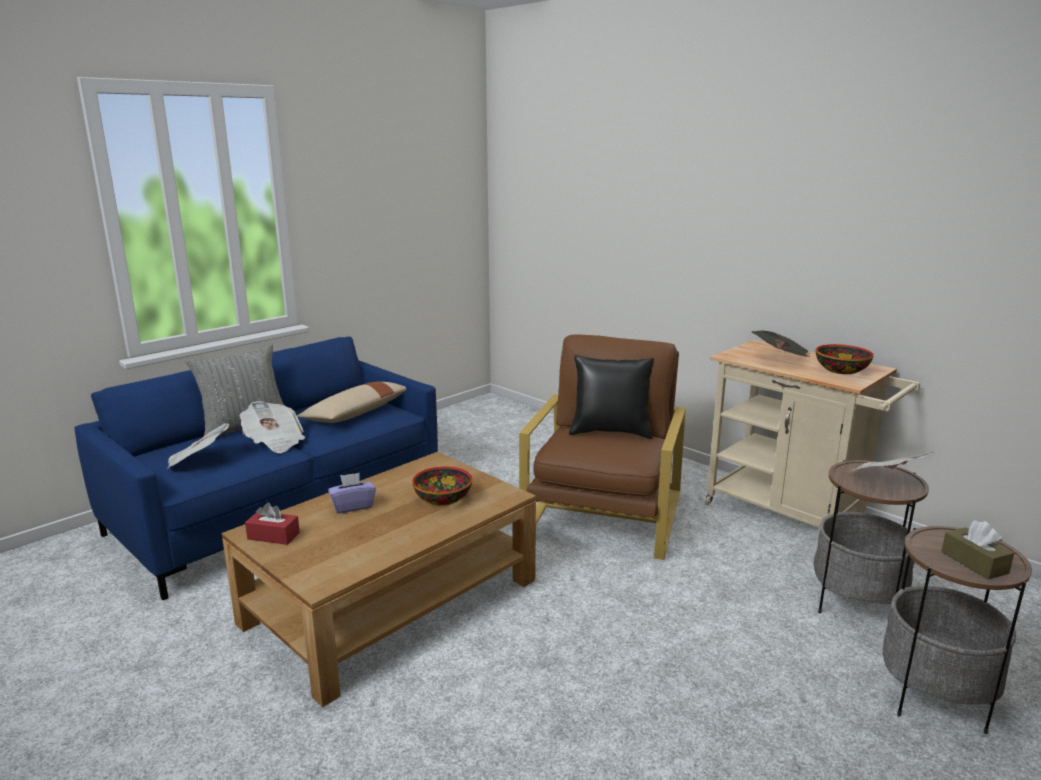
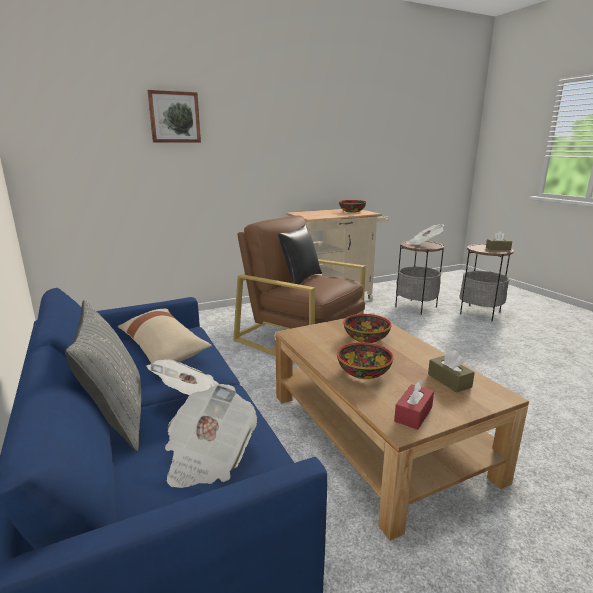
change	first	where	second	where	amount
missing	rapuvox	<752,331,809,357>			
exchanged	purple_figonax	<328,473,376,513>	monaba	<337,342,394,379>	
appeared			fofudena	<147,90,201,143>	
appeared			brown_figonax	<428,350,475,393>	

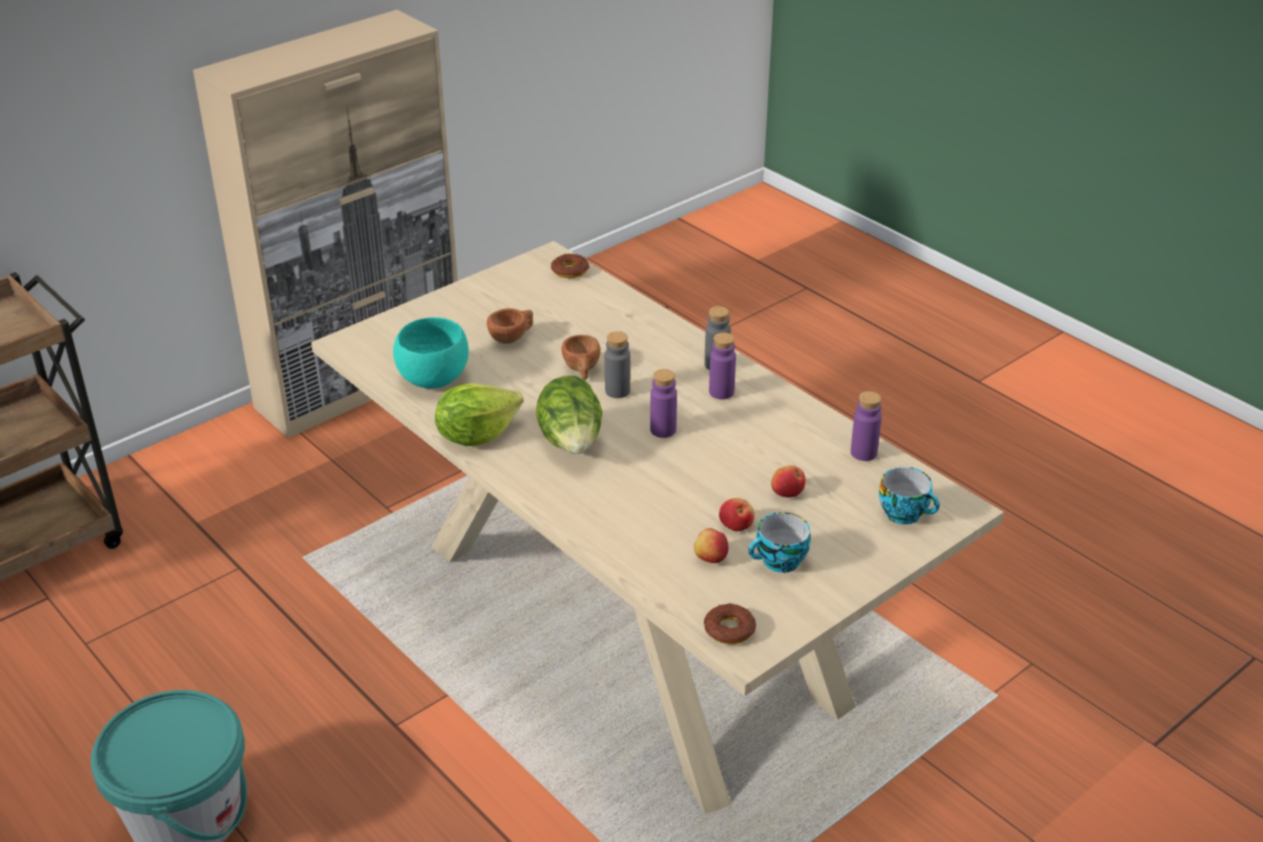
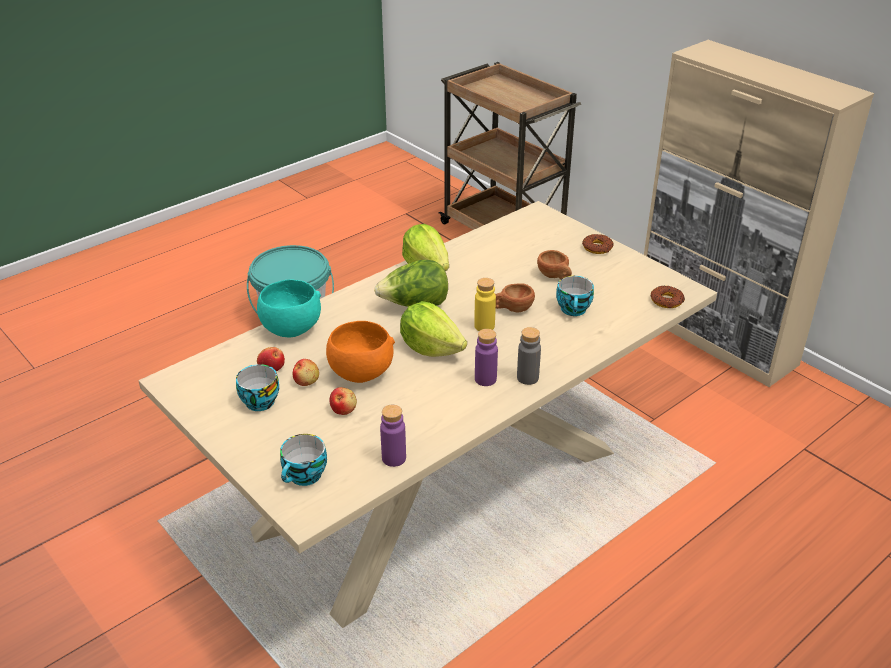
change	first	where	second	where	amount
relocated	turquoise_monaba	<393,317,469,389>		<257,279,321,338>	
colour	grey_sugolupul	<605,331,630,398>	yellow_sugolupul	<474,278,496,331>	
exchanged	purple_sugolupul	<650,369,677,438>	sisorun	<400,301,467,357>	
relocated	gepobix	<704,603,756,644>		<582,234,613,254>	
appeared			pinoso	<556,276,594,316>	
appeared			orange_monaba	<326,321,395,383>	

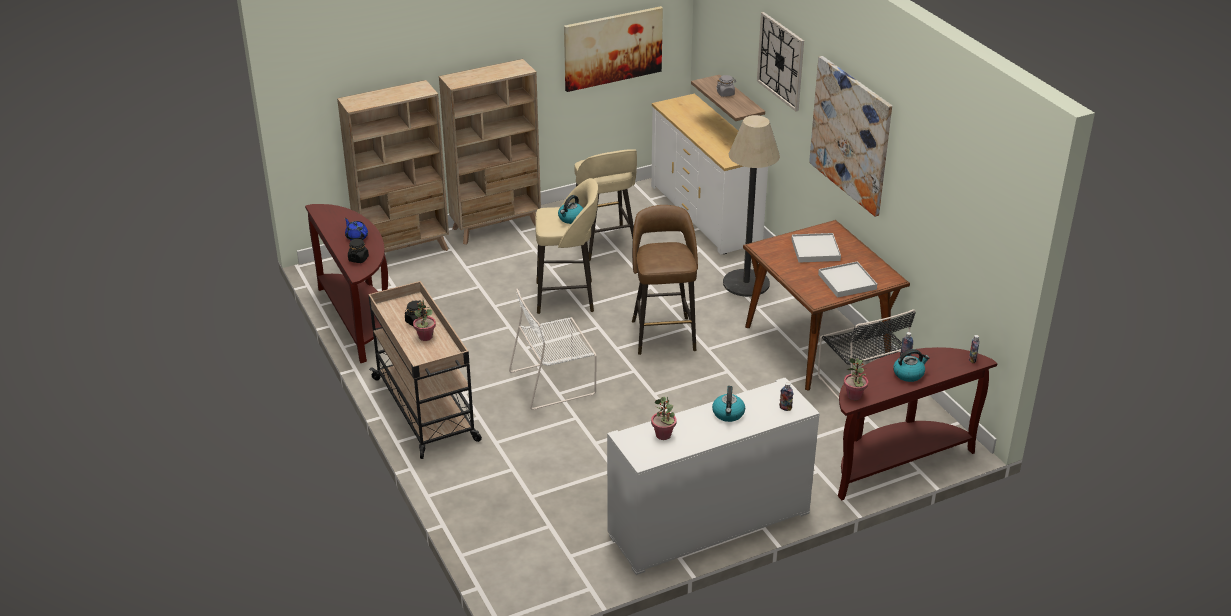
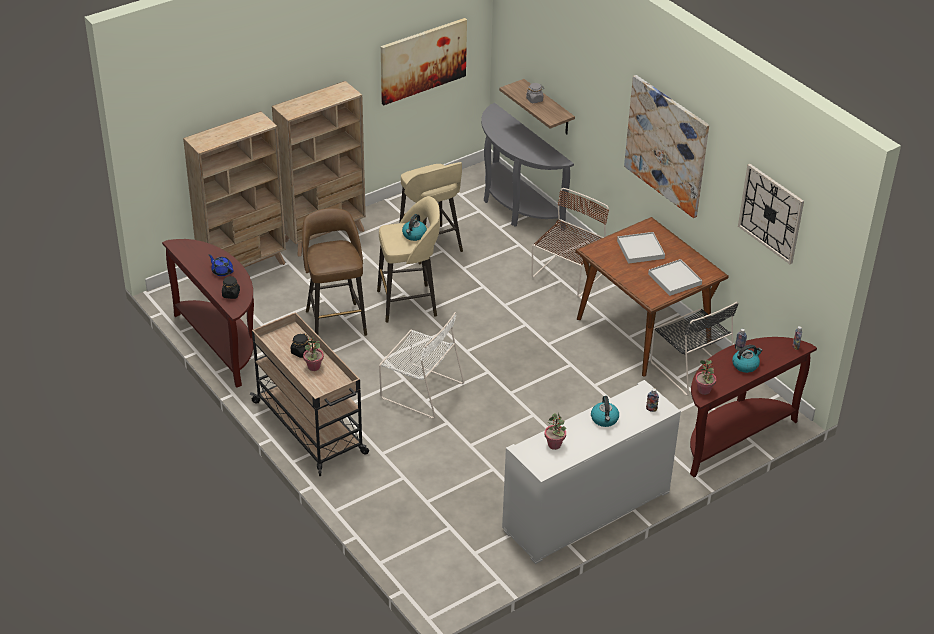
change	first	where	second	where	amount
relocated	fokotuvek	<757,12,804,112>		<738,164,804,264>	
exchanged	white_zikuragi	<651,94,768,255>	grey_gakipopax	<481,103,574,232>	
exchanged	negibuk	<723,115,780,297>	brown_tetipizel	<531,188,609,298>	
relocated	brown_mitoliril	<632,205,698,355>		<302,208,367,336>	
spun	white_tetipizel	<509,289,596,410>		<379,312,464,419>	120 degrees counterclockwise

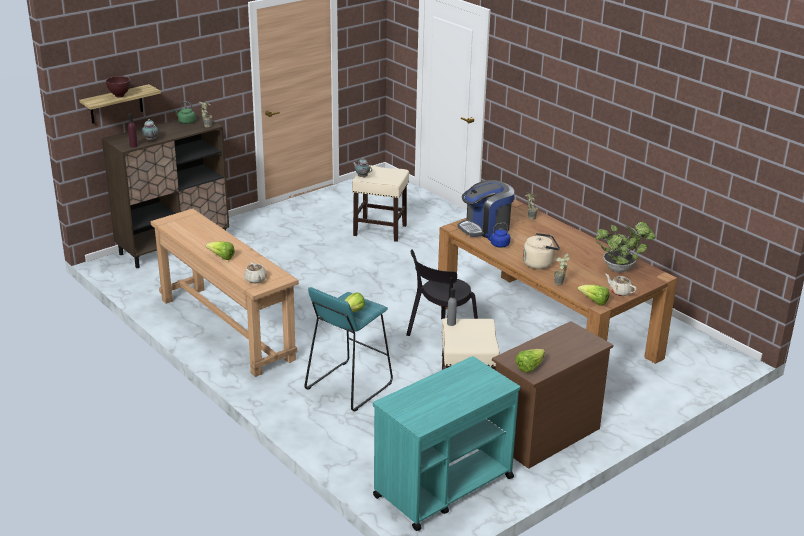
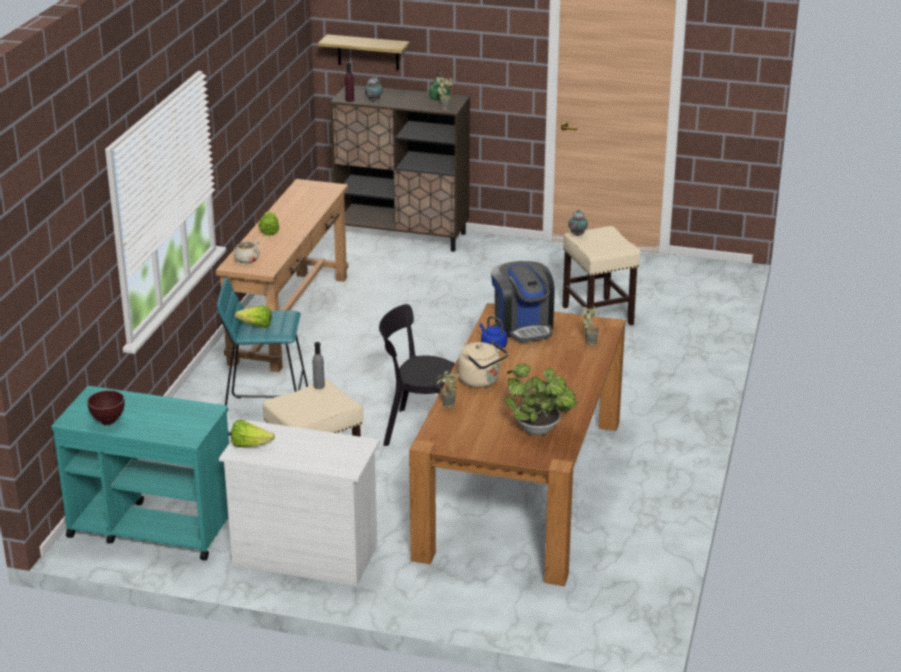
change	first	where	second	where	amount
relocated	brown_monaba	<106,76,130,98>		<87,390,125,425>	
spun	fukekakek	<458,180,514,238>		<491,261,555,343>	135 degrees counterclockwise
missing	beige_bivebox	<606,274,637,296>			
missing	sisorun	<578,285,609,306>			
colour	brown_zikuragi	<492,321,613,469>	white_zikuragi	<219,420,380,586>	

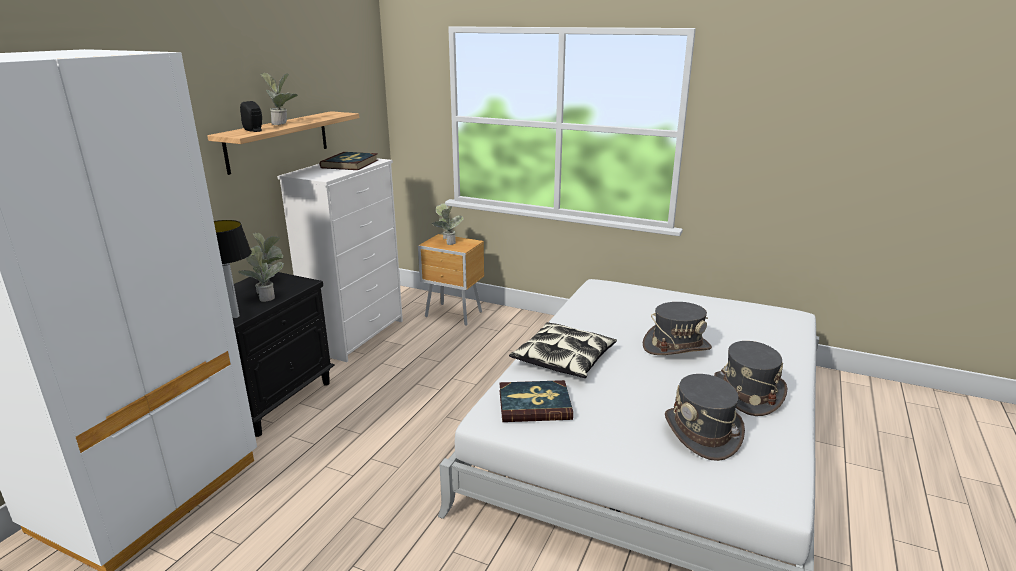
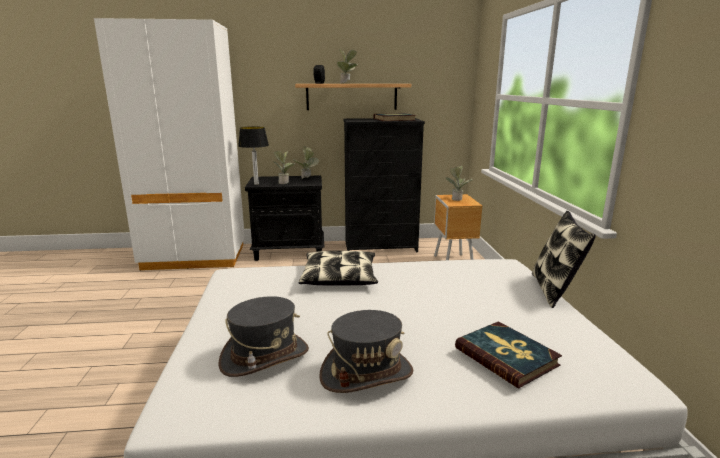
change	first	where	second	where	amount
colour	white_zikuragi	<277,158,403,362>	black_zikuragi	<343,118,425,252>	
missing	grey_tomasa	<643,302,712,355>			
relocated	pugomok	<499,380,573,422>		<455,321,562,388>	
appeared			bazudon	<532,211,596,308>	

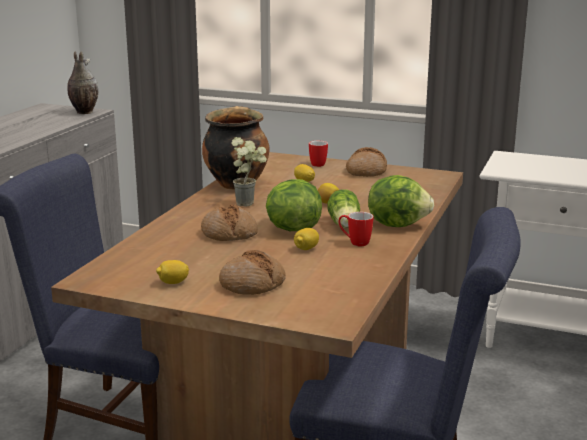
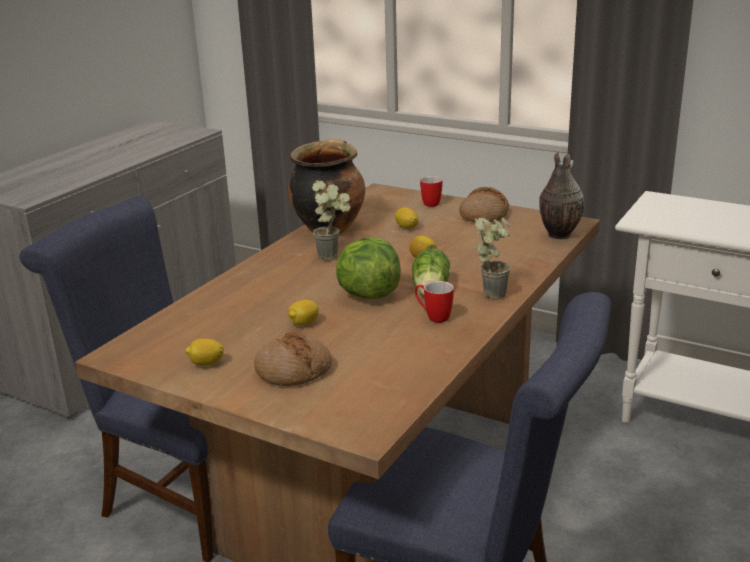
change	first	where	second	where	amount
relocated	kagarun	<67,51,98,114>		<539,152,584,239>	
exchanged	sisorun	<368,175,434,227>	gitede	<475,218,510,300>	
missing	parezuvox	<201,205,258,241>			
relocated	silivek	<294,228,319,250>		<288,300,319,326>	

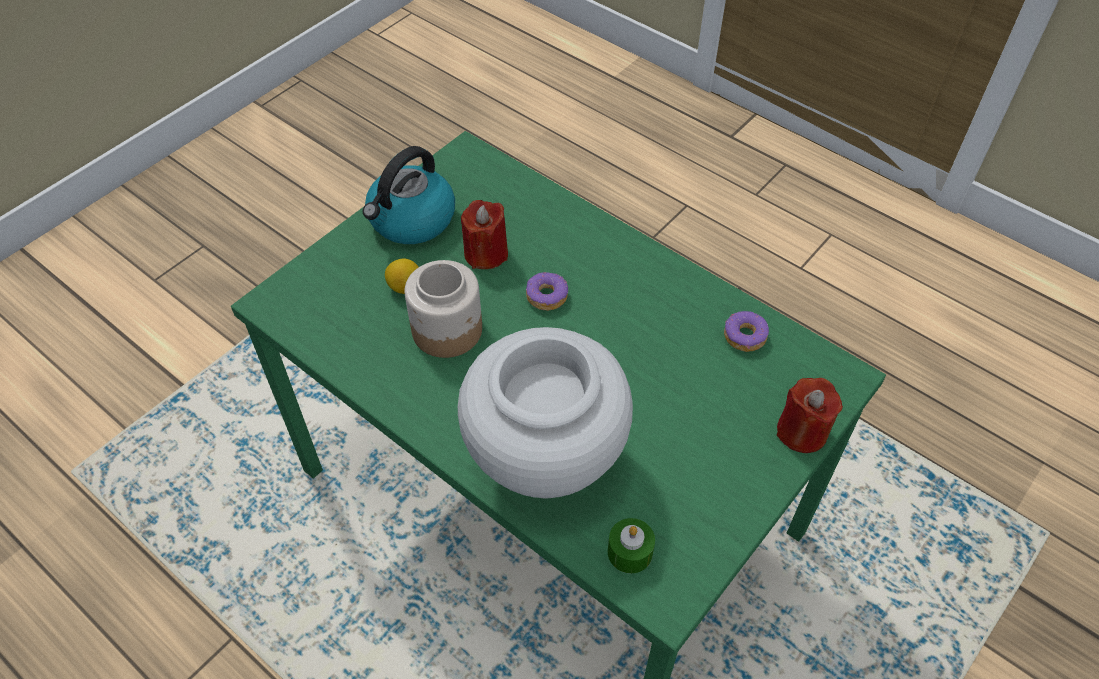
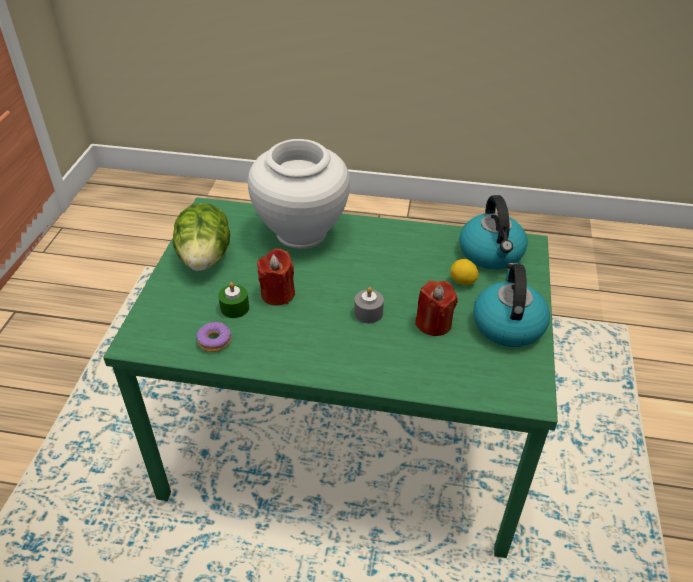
change	first	where	second	where	amount
missing	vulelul	<405,260,482,358>			
exchanged	gepobix	<526,272,568,311>	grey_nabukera	<354,287,384,323>	
relocated	red_nabukera	<776,378,843,453>		<257,249,295,305>	
relocated	green_nabukera	<608,518,655,573>		<218,282,249,318>	
appeared			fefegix	<459,195,528,269>	
appeared			sisorun	<173,203,230,271>	

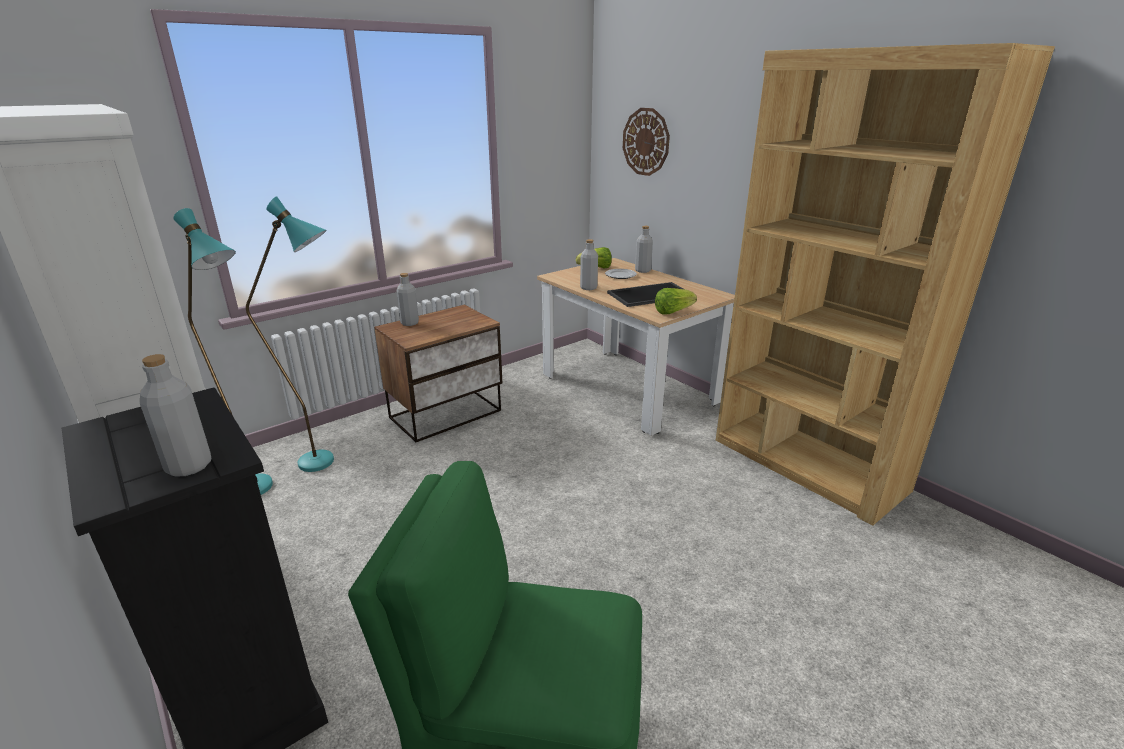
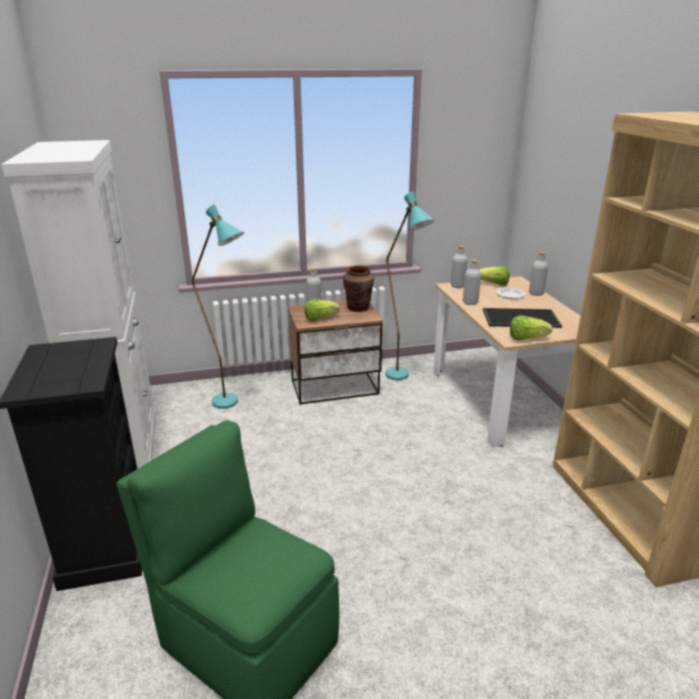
change	first	where	second	where	amount
missing	fokotuvek	<623,108,670,176>			
relocated	turquoise_negibuk	<173,208,273,495>		<385,192,435,380>	
relocated	grey_sugolupul	<140,354,211,476>		<450,245,468,288>	
appeared			brown_kagarun	<343,265,374,312>	
appeared			sisorun	<305,299,340,320>	

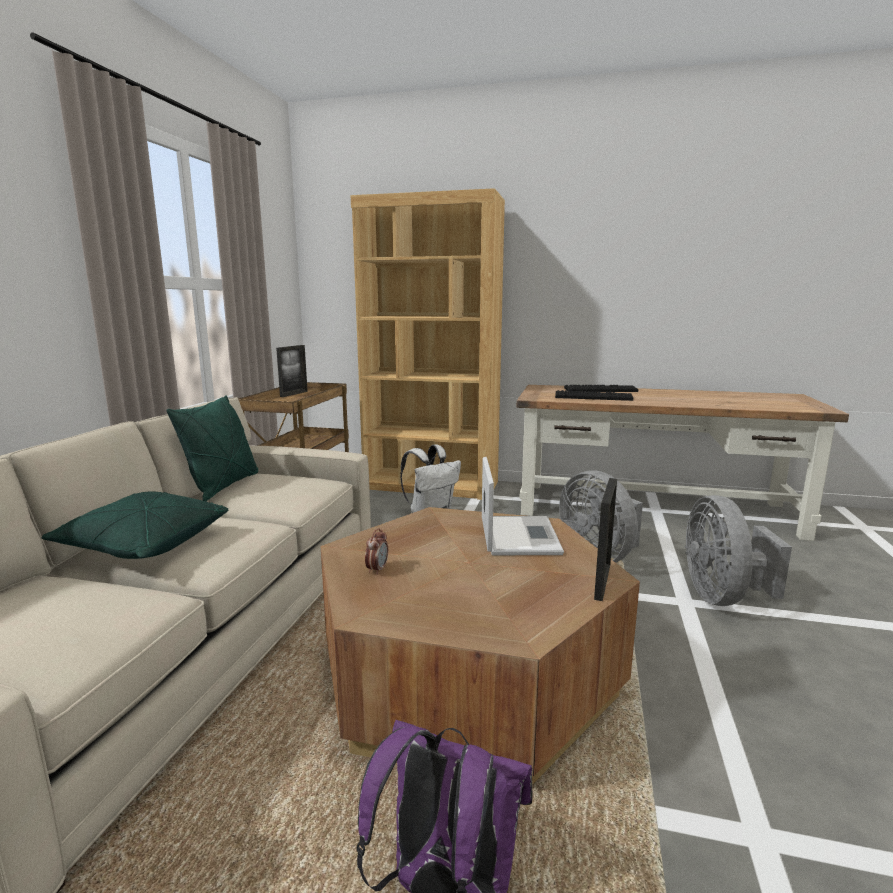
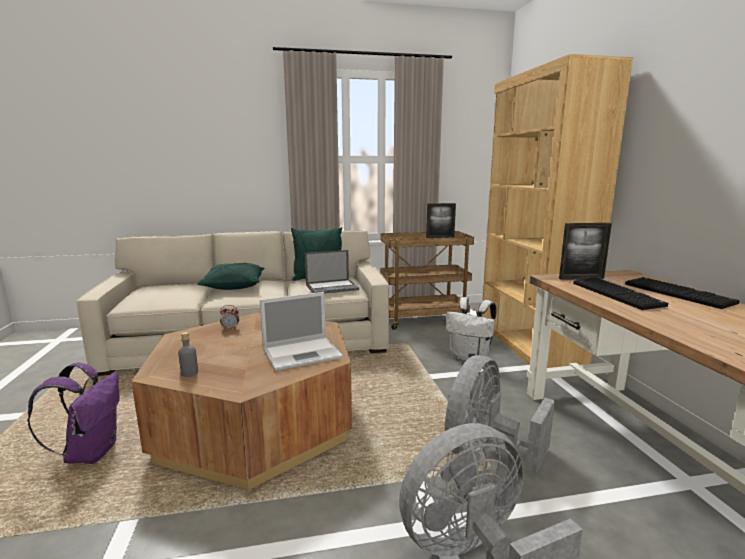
change	first	where	second	where	amount
relocated	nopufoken	<594,478,617,601>		<559,223,612,280>	
appeared			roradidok	<305,250,359,294>	
appeared			grey_sugolupul	<178,332,198,377>	

